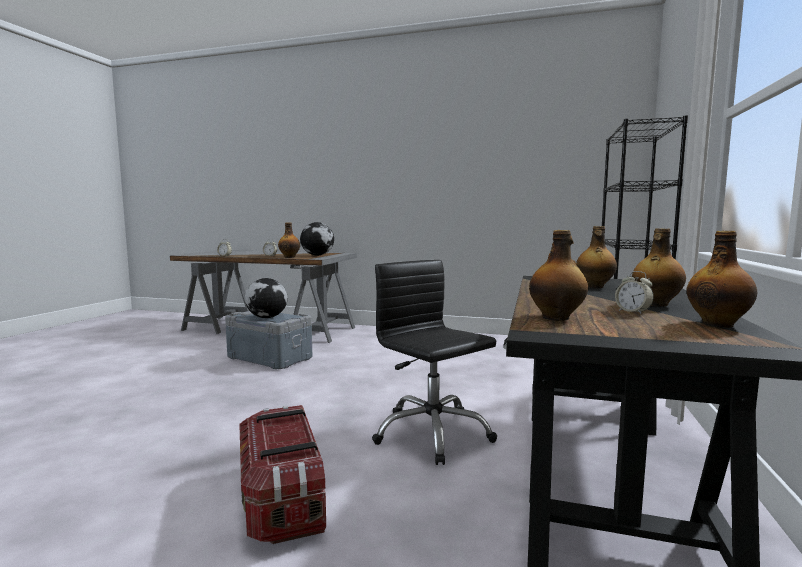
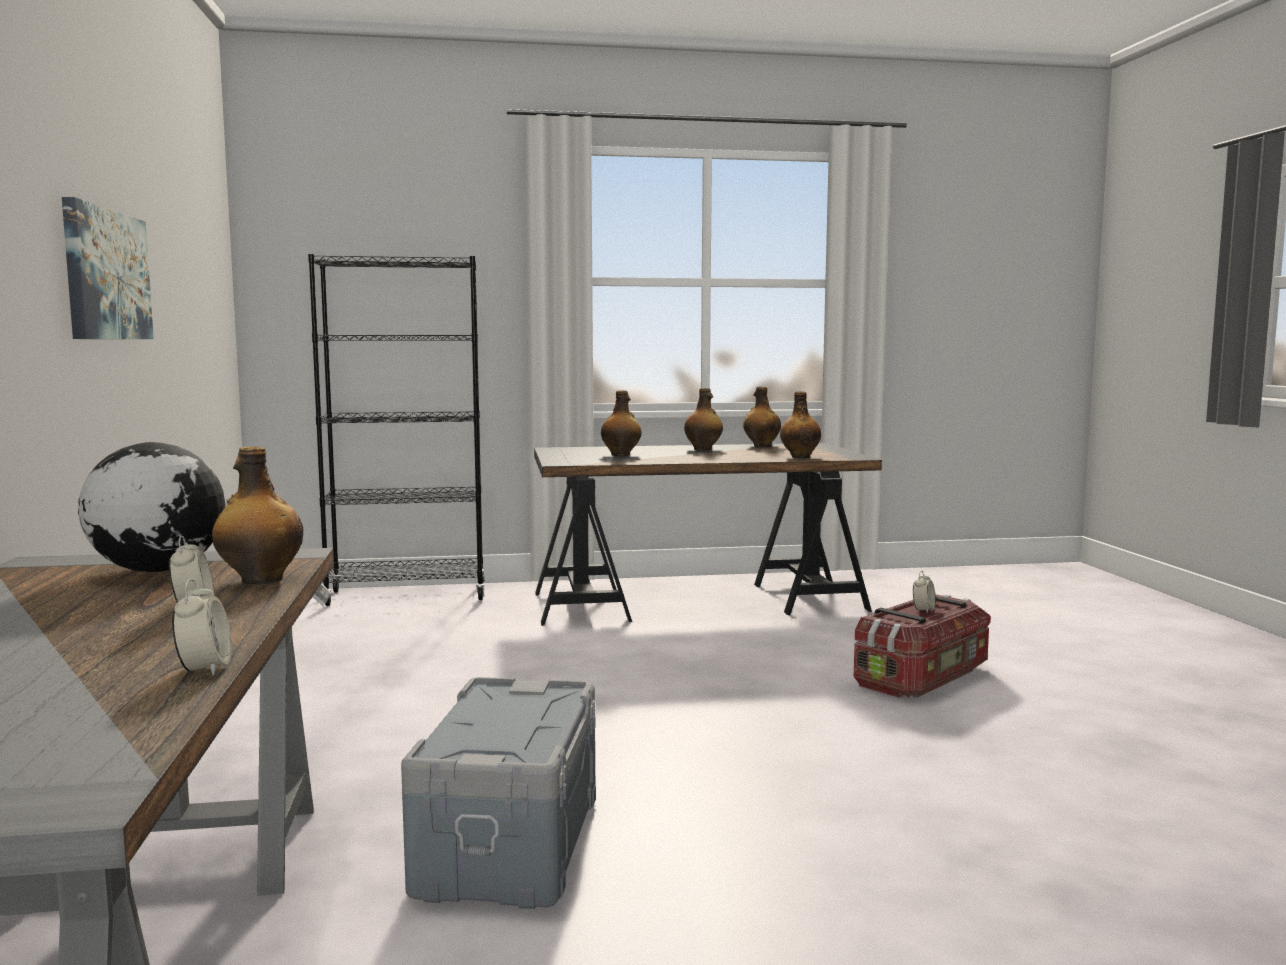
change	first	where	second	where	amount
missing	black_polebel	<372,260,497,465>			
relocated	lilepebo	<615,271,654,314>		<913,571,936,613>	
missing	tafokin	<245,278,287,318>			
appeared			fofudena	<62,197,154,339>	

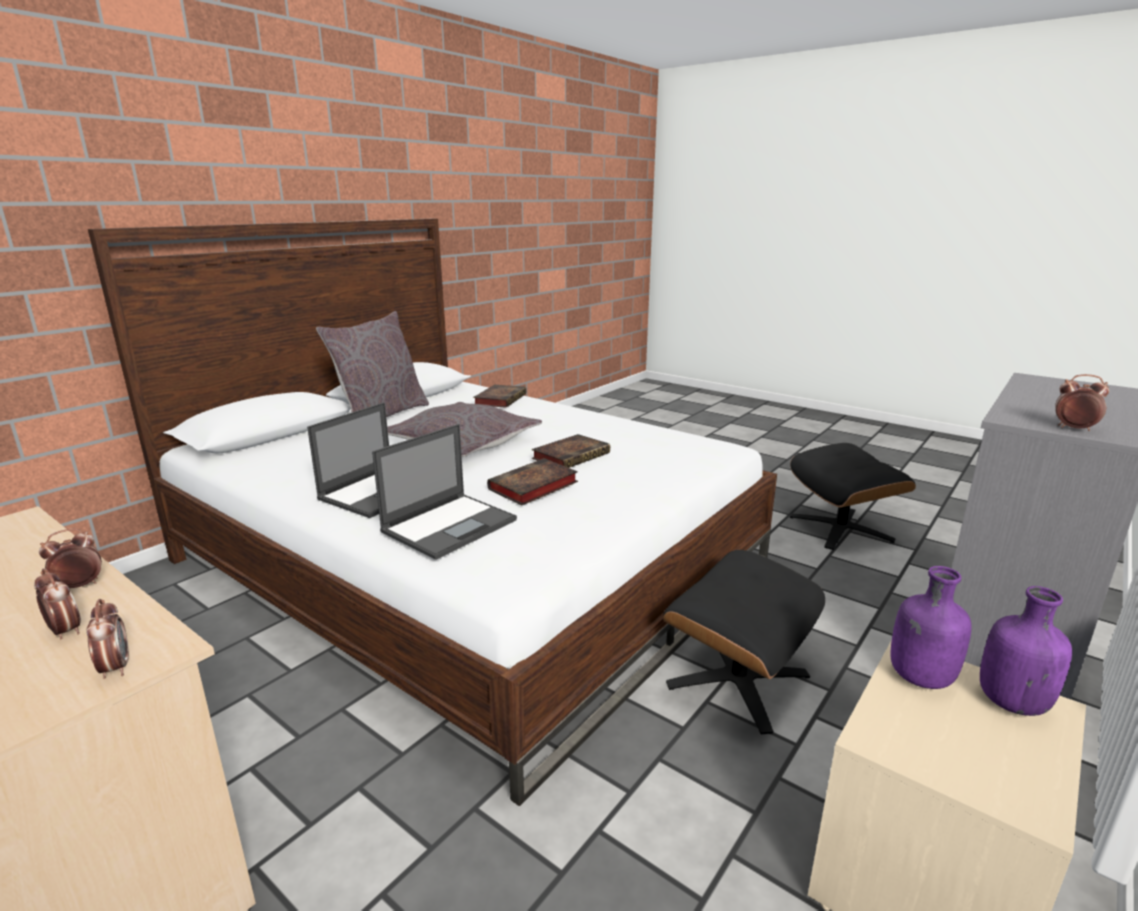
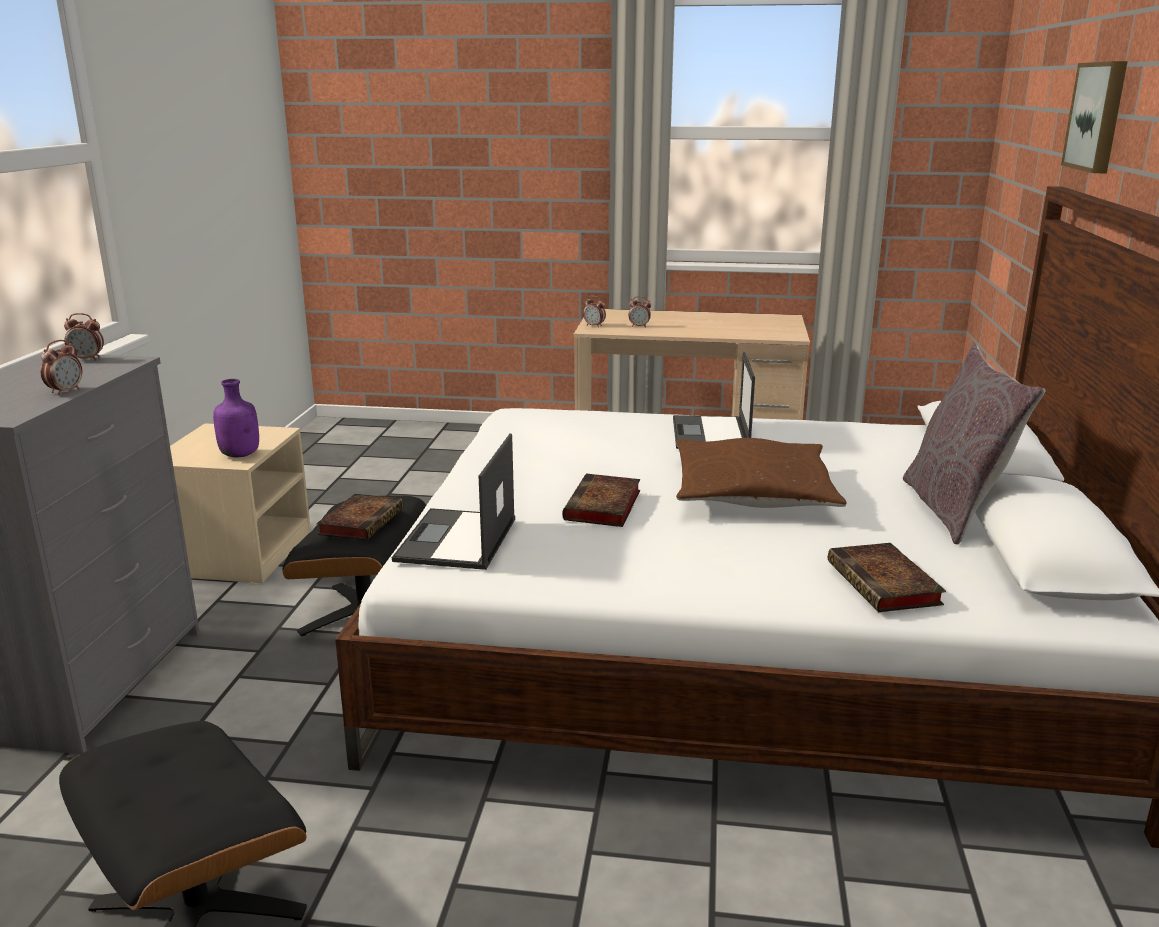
change	first	where	second	where	amount
colour	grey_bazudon	<387,402,542,457>	brown_bazudon	<676,438,846,508>	
relocated	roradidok	<372,424,517,560>		<392,433,515,570>	
relocated	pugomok	<487,458,578,506>		<316,494,403,540>	
relocated	lilepebo	<39,529,102,588>		<40,340,82,395>	
missing	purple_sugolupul	<980,586,1072,716>			
appeared			fofudena	<1061,61,1128,173>	

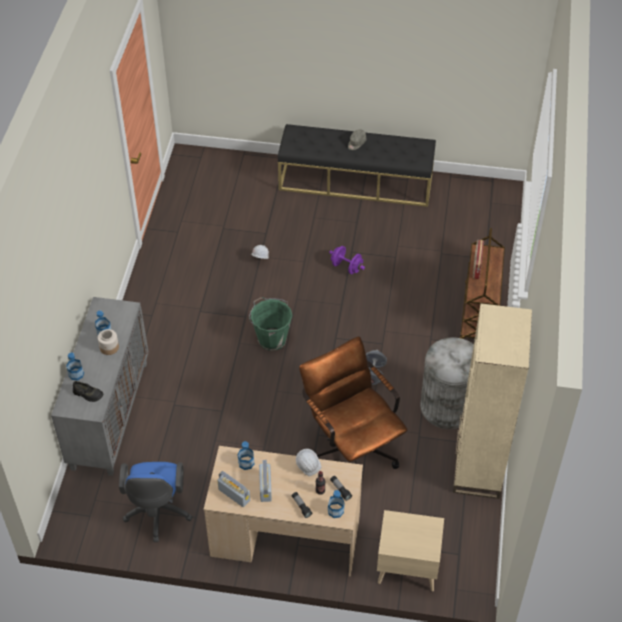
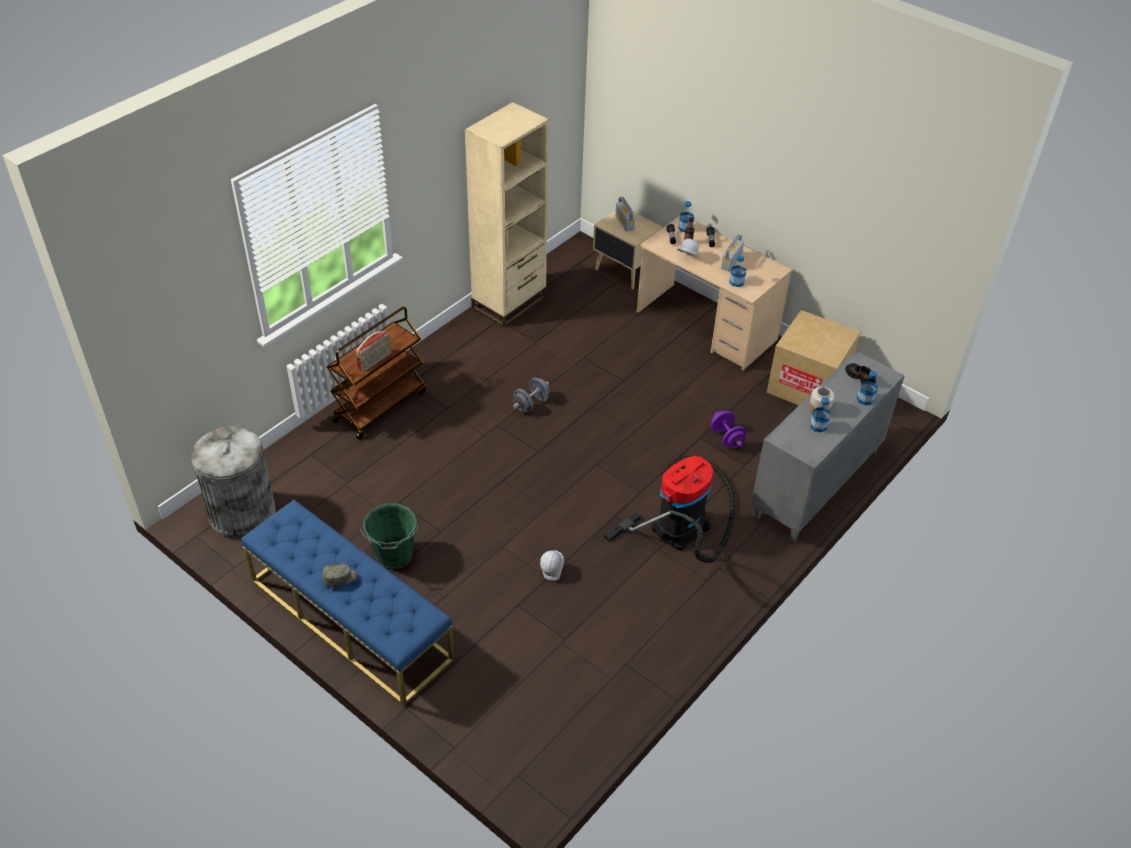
change	first	where	second	where	amount
colour	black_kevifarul	<278,124,436,207>	blue_kevifarul	<241,500,455,706>	
relocated	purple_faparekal	<329,246,365,274>		<711,411,747,448>	
relocated	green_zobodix	<249,297,292,351>		<360,503,419,570>	
missing	brown_polebel	<299,336,408,469>			
relocated	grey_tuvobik	<420,337,474,429>		<191,426,276,539>	
exchanged	blue_polebel	<119,462,193,542>	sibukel	<767,310,860,405>	
relocated	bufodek	<217,471,250,507>		<615,196,635,231>	
appeared			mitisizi	<604,456,736,563>	

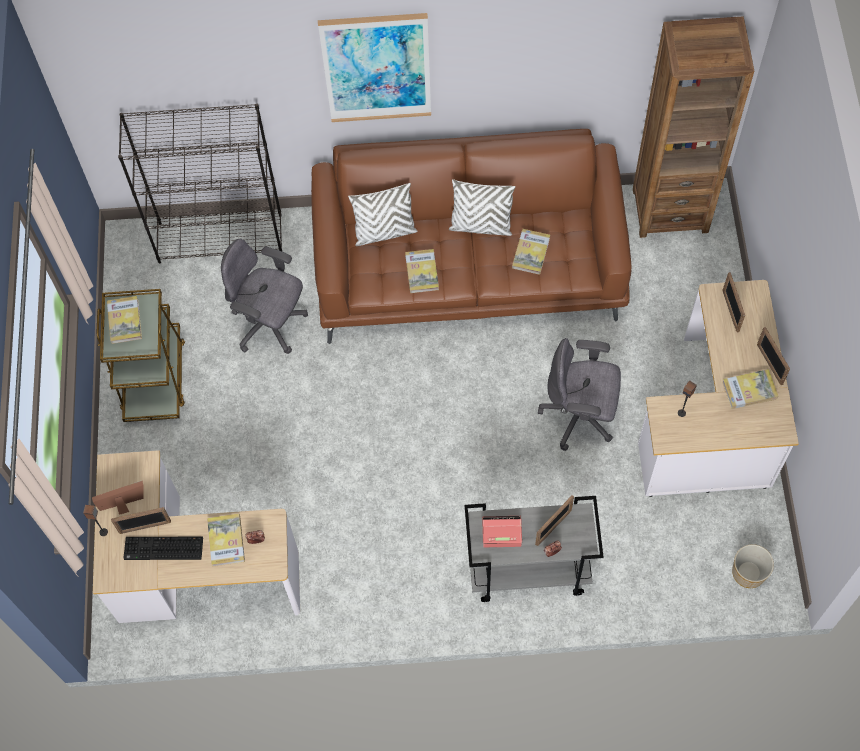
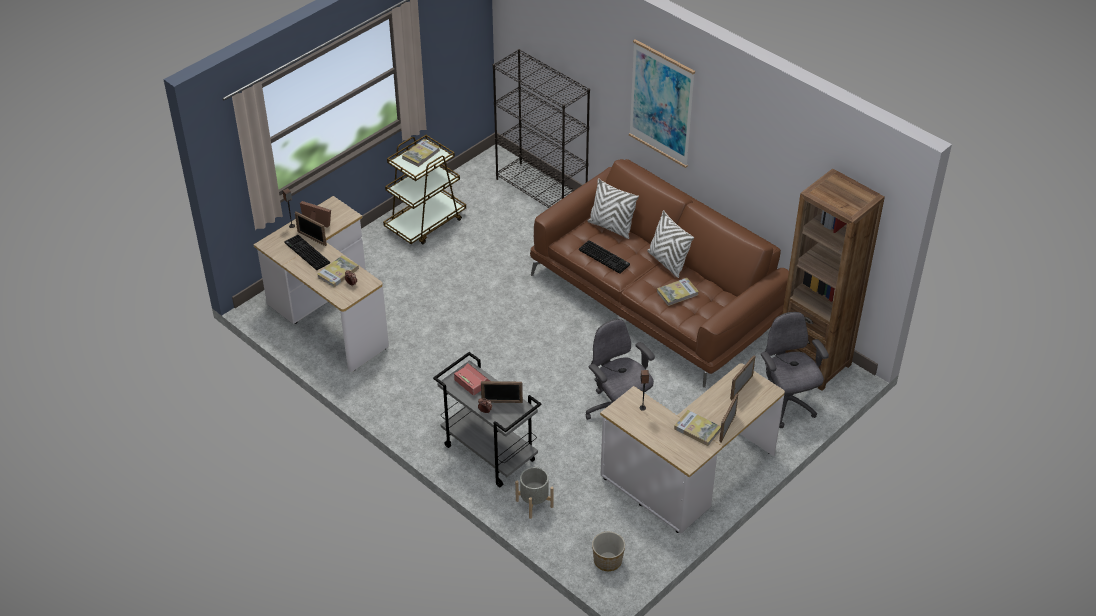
change	first	where	second	where	amount
relocated	grey_polebel	<221,238,308,354>		<761,312,829,428>	
exchanged	pugomok	<405,249,439,293>	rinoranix	<579,240,630,274>	
appeared			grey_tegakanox	<515,467,554,519>	

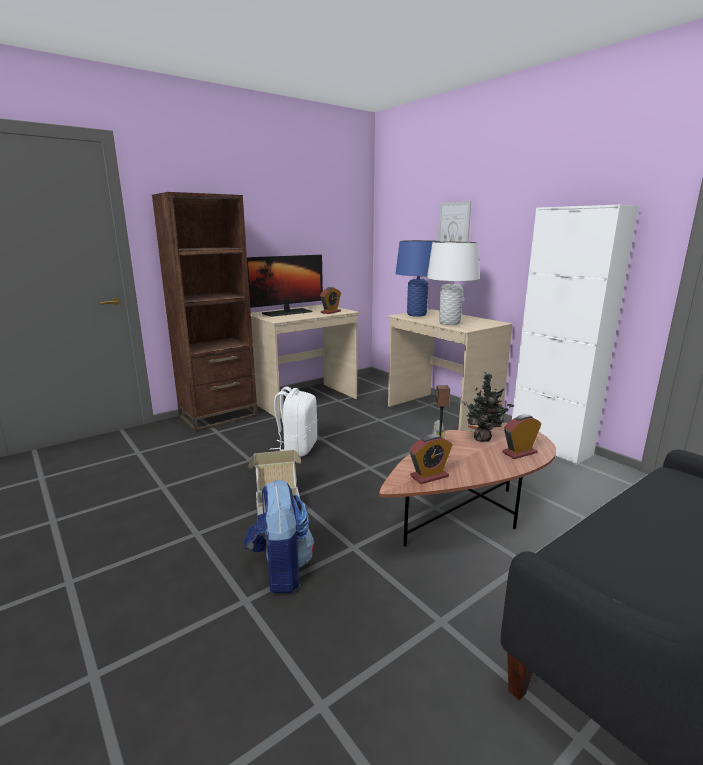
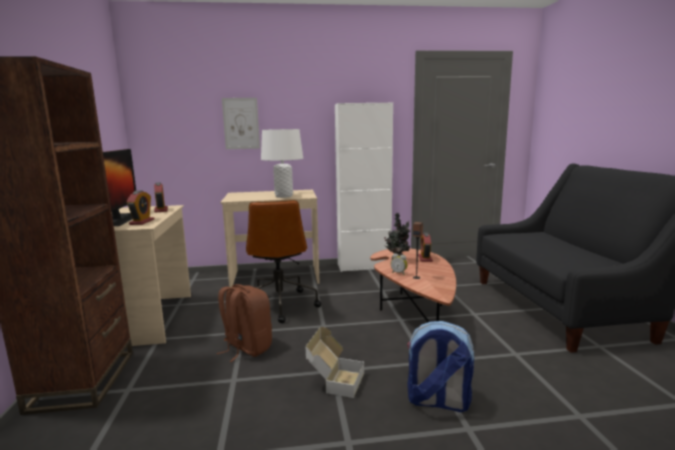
change	first	where	second	where	amount
missing	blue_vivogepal	<395,240,441,317>			
colour	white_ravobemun	<270,387,317,457>	brown_ravobemun	<216,284,272,362>	
relocated	lilepebo	<409,434,453,484>		<127,190,154,225>	
appeared			brown_polebel	<246,200,321,323>	

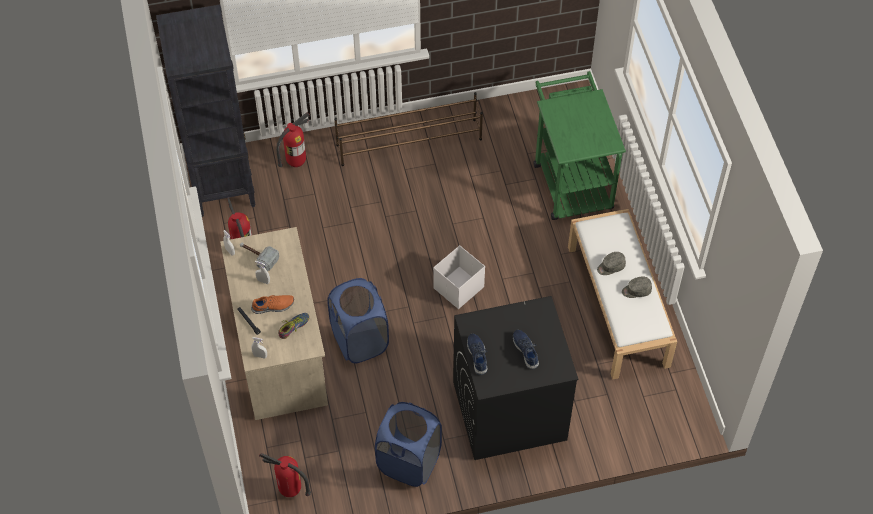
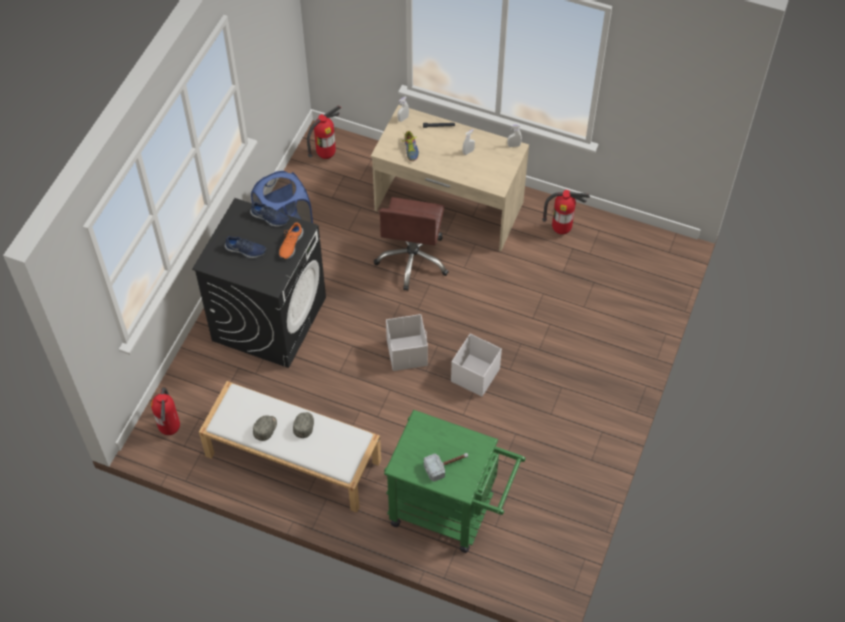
change	first	where	second	where	amount
missing	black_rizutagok	<156,4,256,217>			
missing	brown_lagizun	<334,92,483,166>			
relocated	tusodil	<276,112,310,167>		<151,387,180,435>	
relocated	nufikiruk	<240,243,279,271>		<424,453,468,482>	
exchanged	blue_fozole	<327,278,389,363>	brown_polebel	<374,197,449,291>	
relocated	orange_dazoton	<251,295,294,314>		<279,223,303,260>	
appeared			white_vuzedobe	<451,334,502,397>	

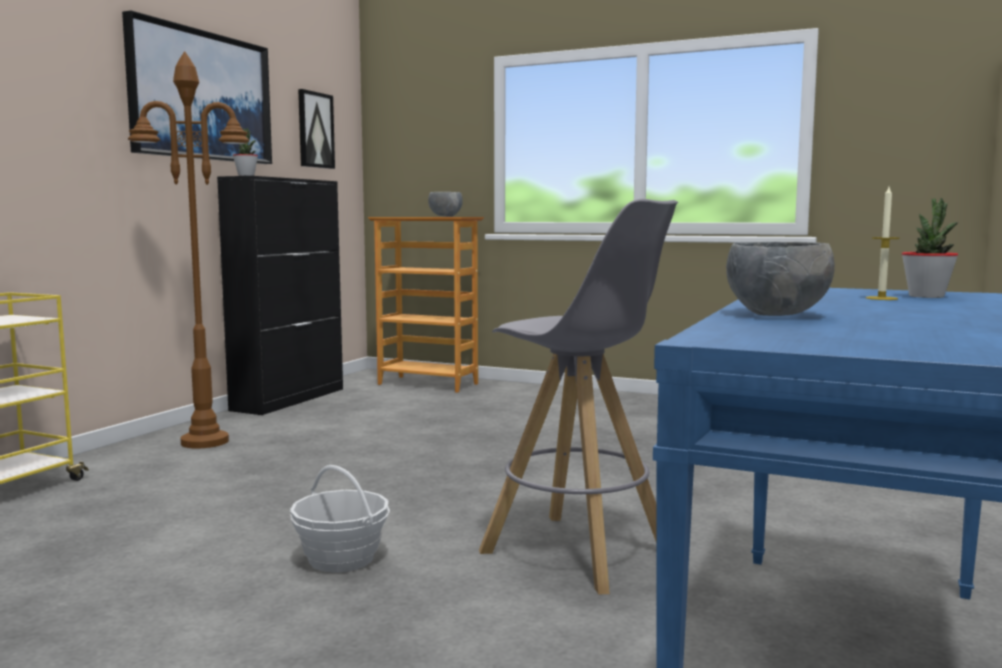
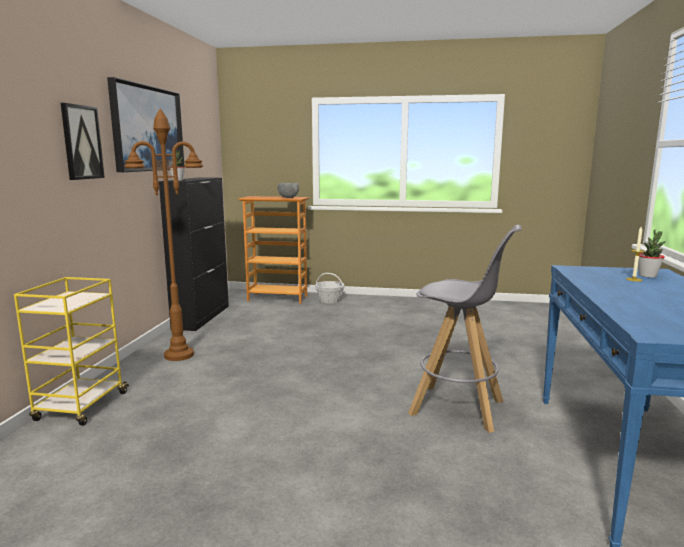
change	first	where	second	where	amount
relocated	fofudena	<298,89,335,169>		<60,103,105,180>	
missing	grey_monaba	<726,242,835,316>			
relocated	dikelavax	<290,465,390,573>		<315,273,345,303>	

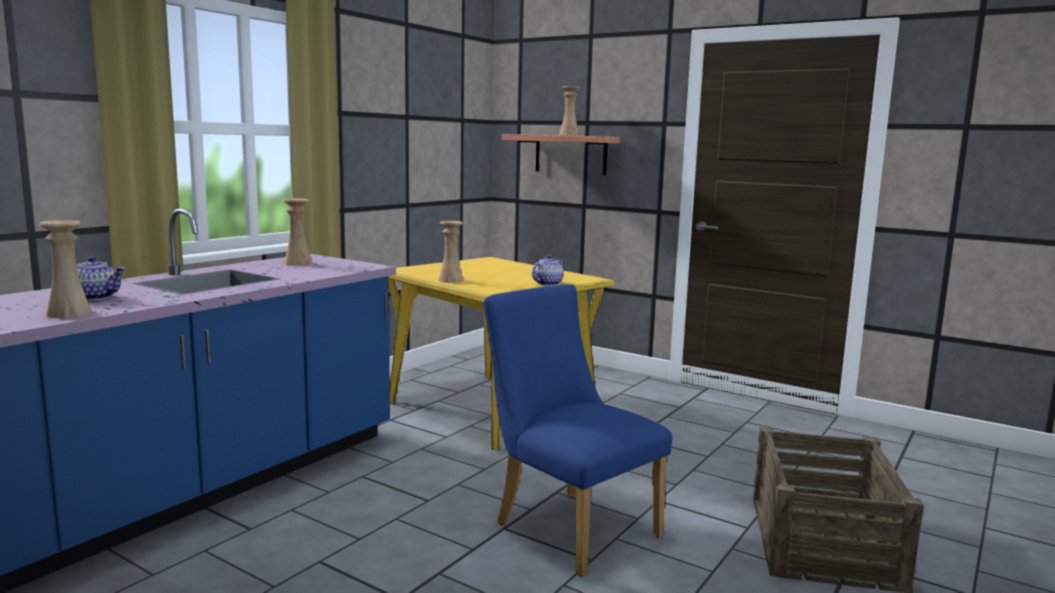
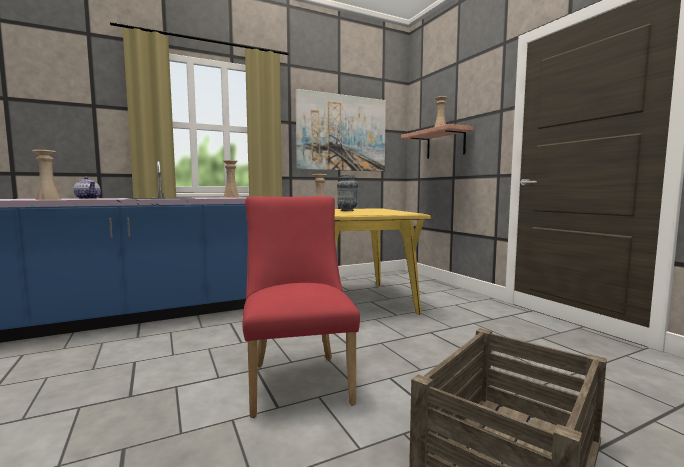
change	first	where	second	where	amount
missing	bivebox	<532,255,564,286>			
colour	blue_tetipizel	<484,284,672,577>	red_tetipizel	<242,196,360,418>	
appeared			fofudena	<296,89,386,172>	
appeared			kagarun	<337,175,358,211>	

